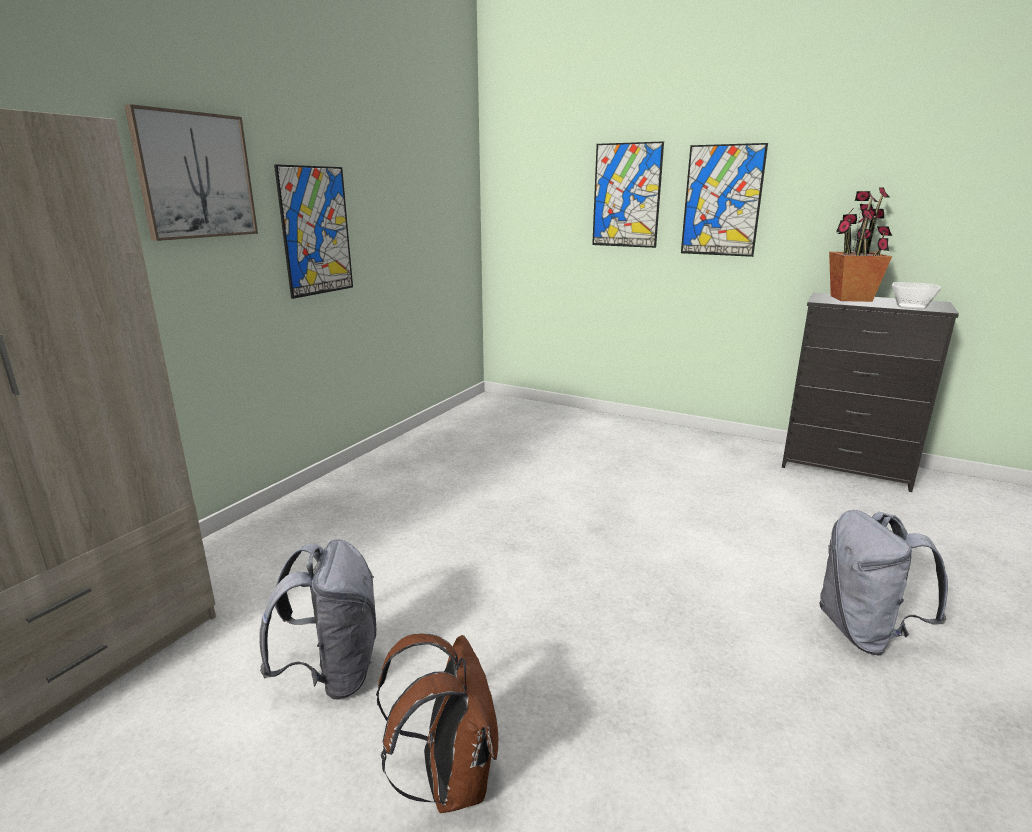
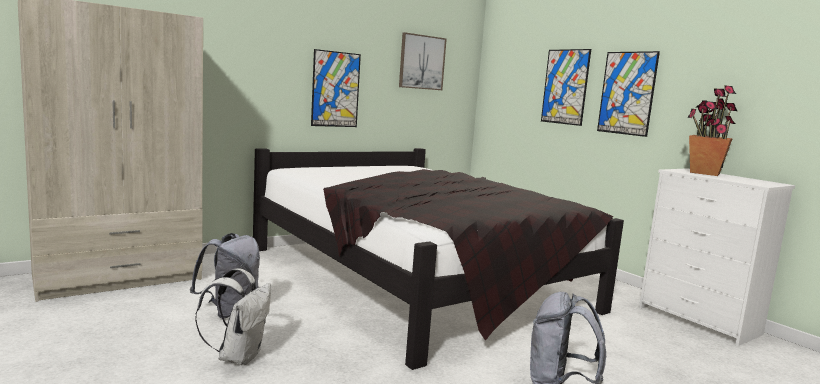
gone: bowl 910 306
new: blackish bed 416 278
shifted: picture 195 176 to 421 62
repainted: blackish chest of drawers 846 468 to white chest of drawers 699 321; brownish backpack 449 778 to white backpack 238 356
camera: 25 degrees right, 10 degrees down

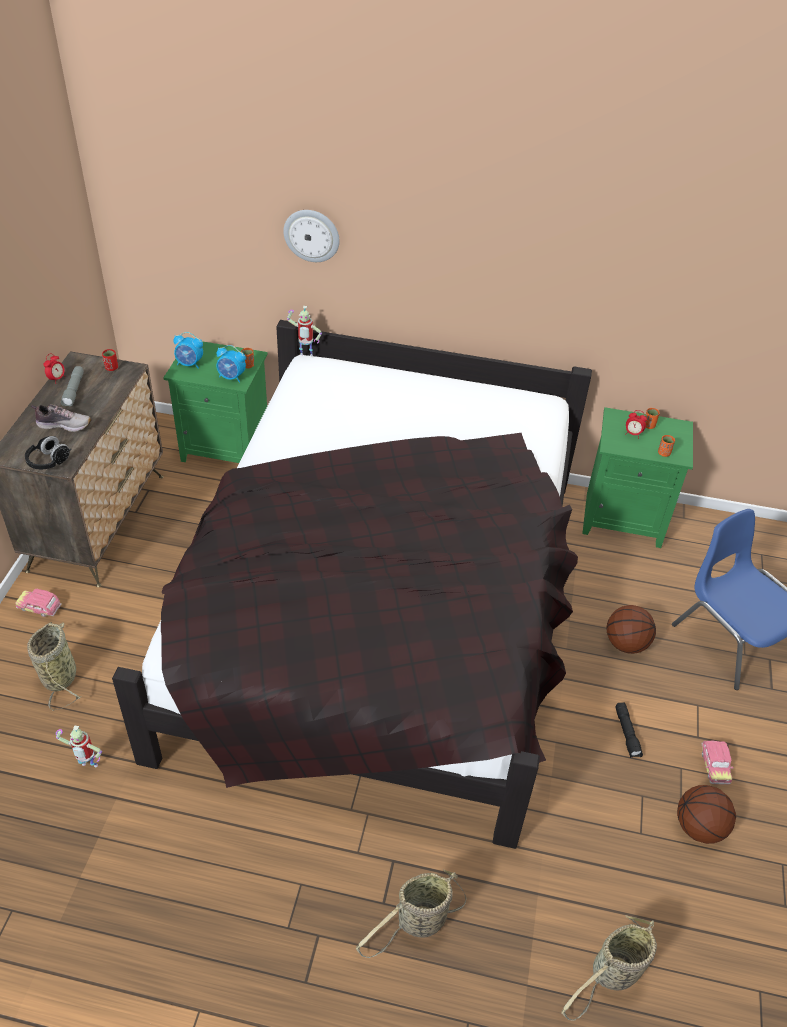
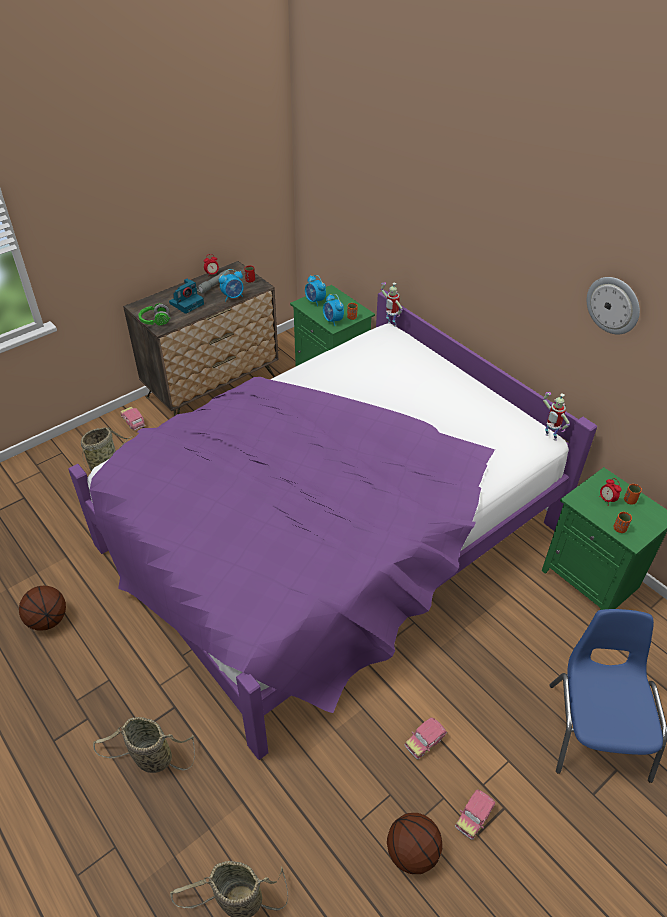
new: table clock 233 297
shifted: clock on the wall 312 235 to 613 305; ball for basketball 625 643 to 47 619; robot figure 88 767 to 549 438
swapped: item of footwear 64 424 to still camera 187 303; blackish flashlight 627 733 to miniature car 425 741
repainted: blackish bed 381 610 to purplish bed 330 538; blackish headphones 48 461 to green-coloured headphones 155 321
camera: 40 degrees right, 0 degrees up

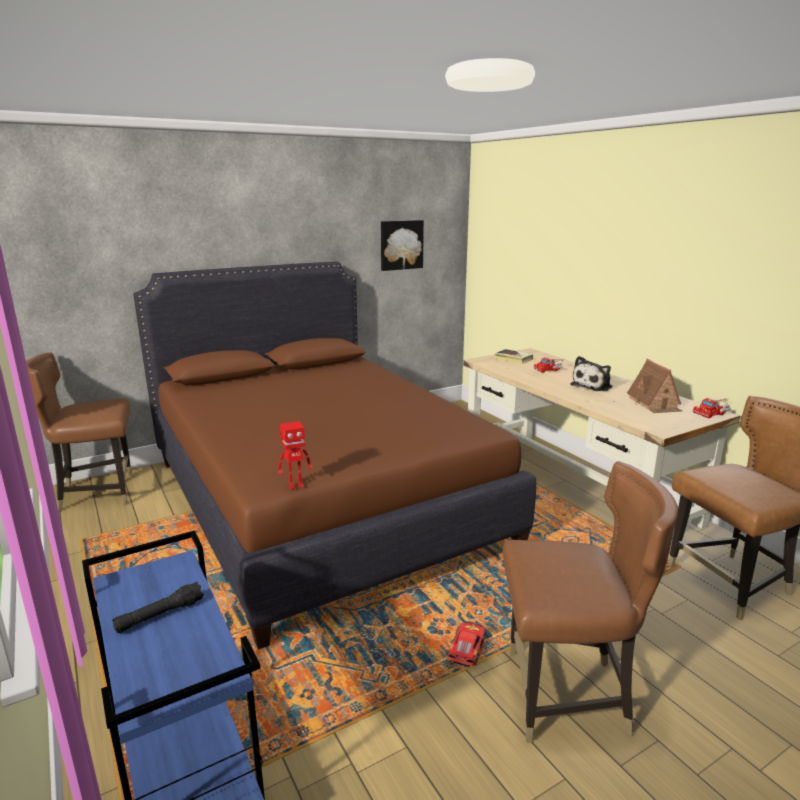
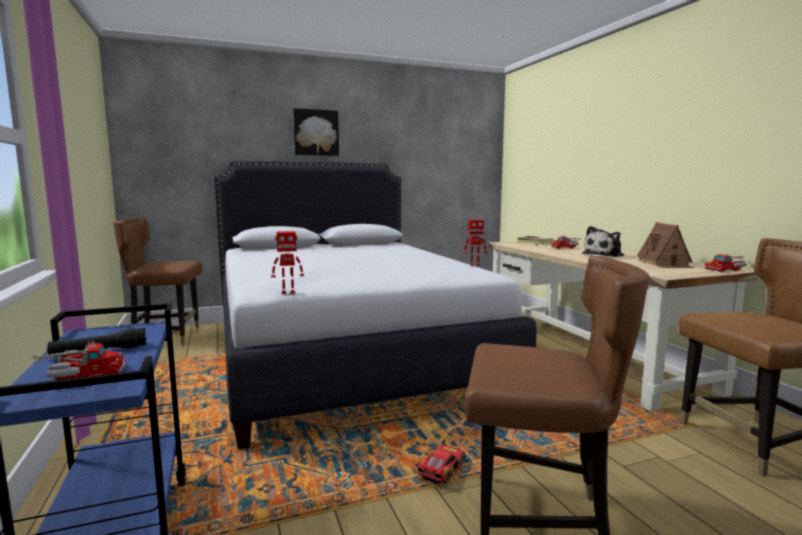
new: robot figure 474 265; toy lorry 80 376
shifted: picture 401 245 to 316 132
repainted: brownish bed 320 501 to white bed 344 353
camera: 10 degrees right, 10 degrees down

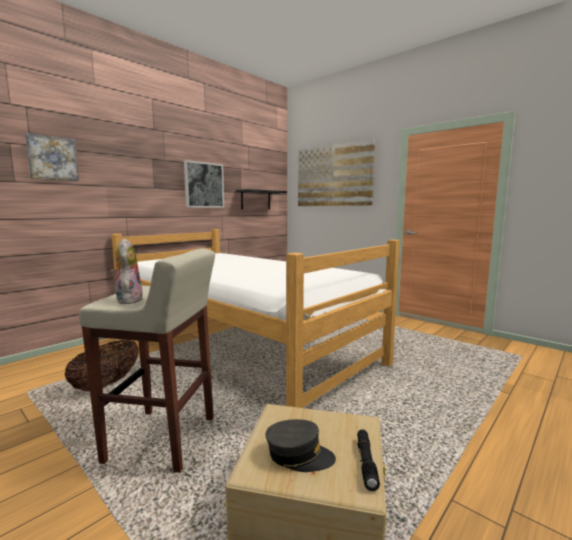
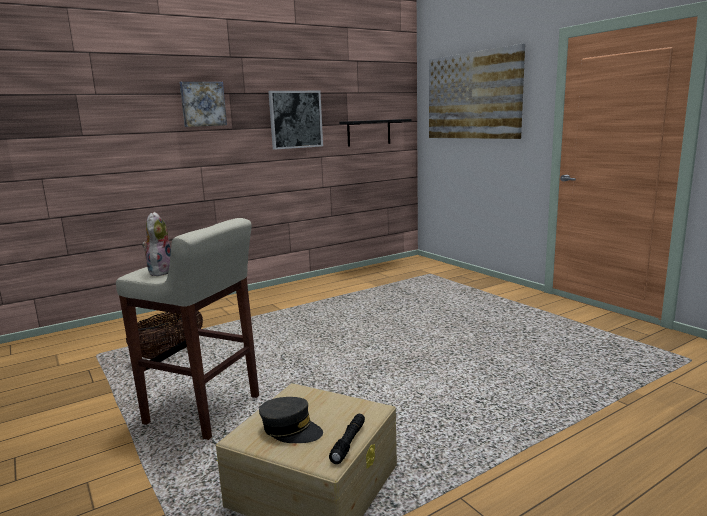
gone: bed 242 348
shifted: picture 52 158 to 203 104
camera: 15 degrees right, 5 degrees up

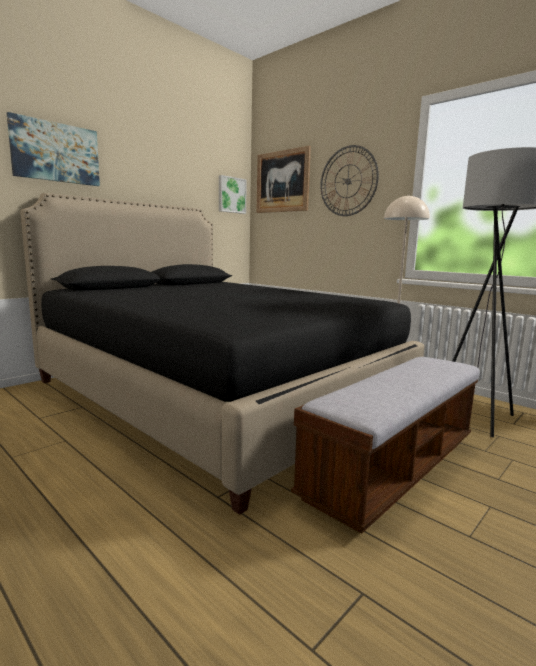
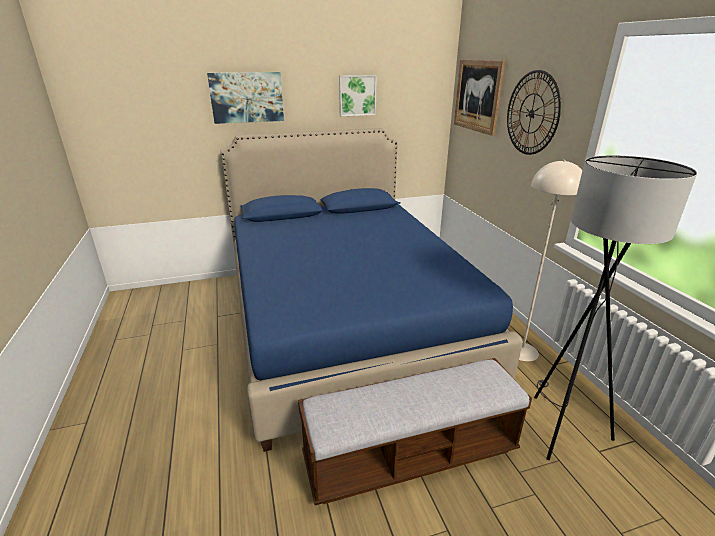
shifted: picture 231 195 to 357 95
repainted: blackish bed 215 394 to blue bed 345 322
camera: 30 degrees right, 15 degrees up

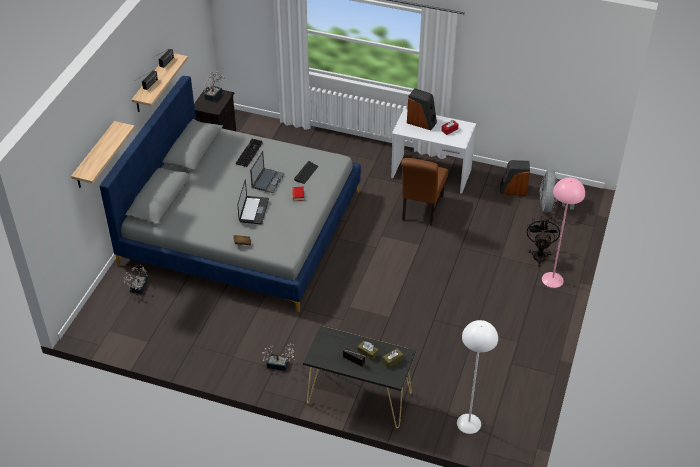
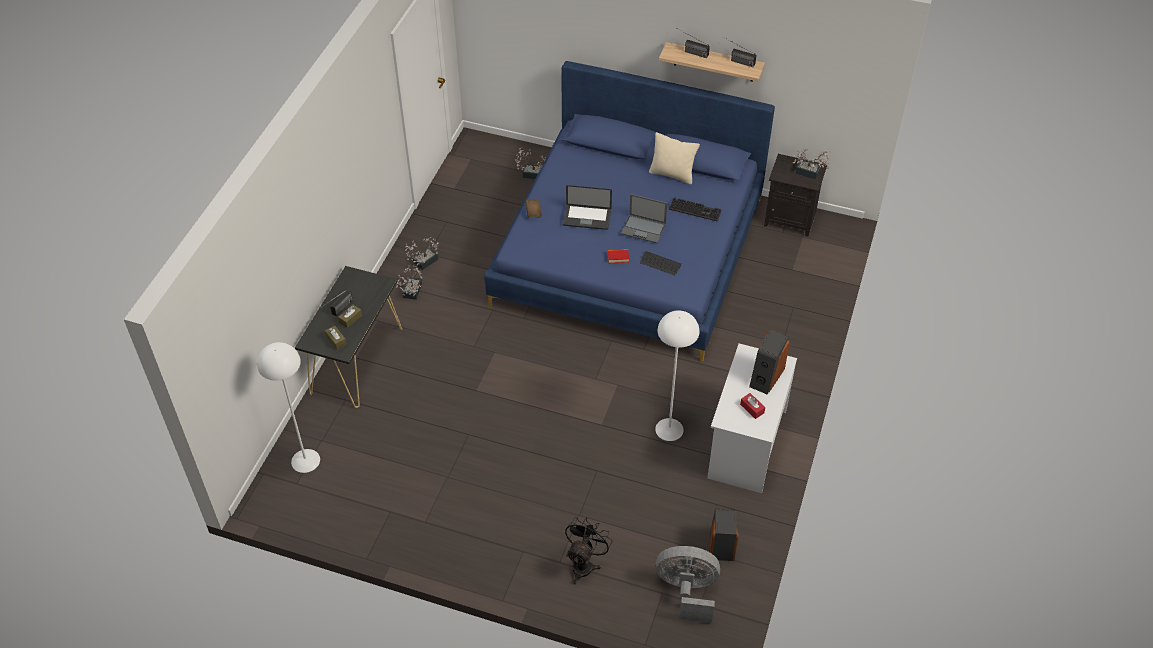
gone: wall shelf 95 156; pink-coloured standing lamp 552 280
new: beige pillow 672 174; houseplant 423 262
swapped: brownish upright chair 421 210 to white standing lamp 669 429
repainted: greyish bed 242 227 to blue bed 629 251
rotated: blackish fan 539 254 = 584 564 75 degrees counterclockwise
camera: 90 degrees right, 5 degrees up

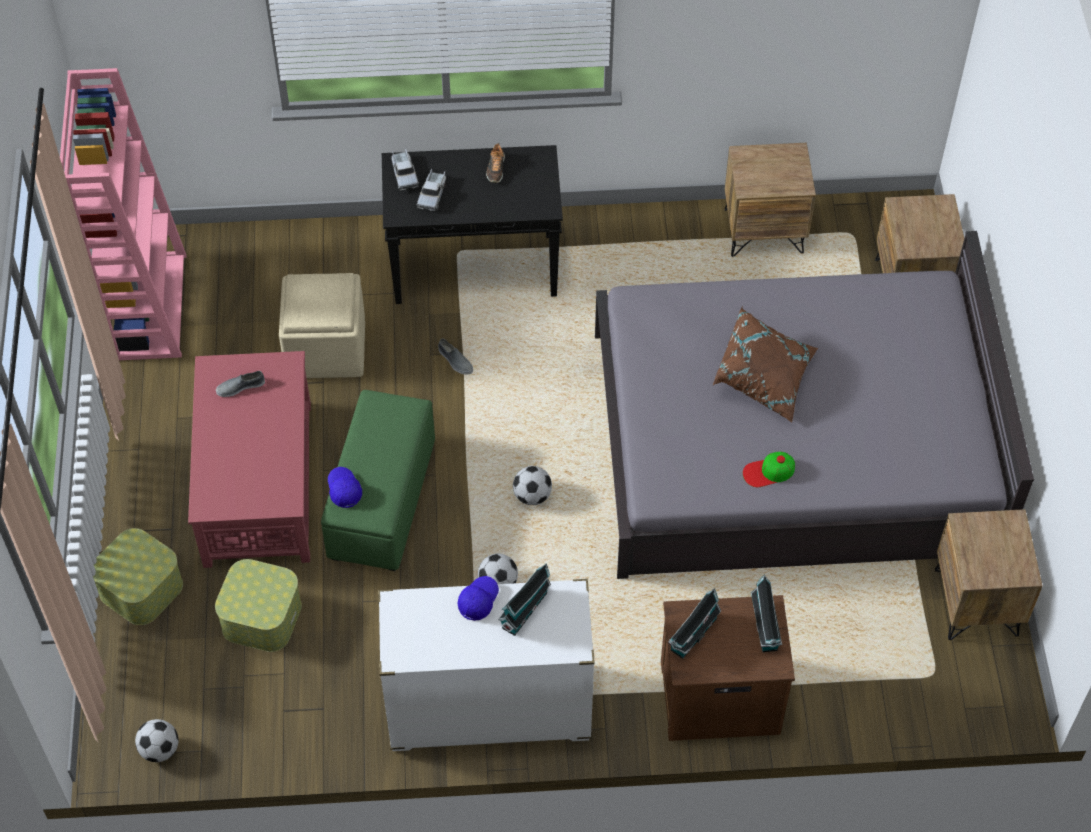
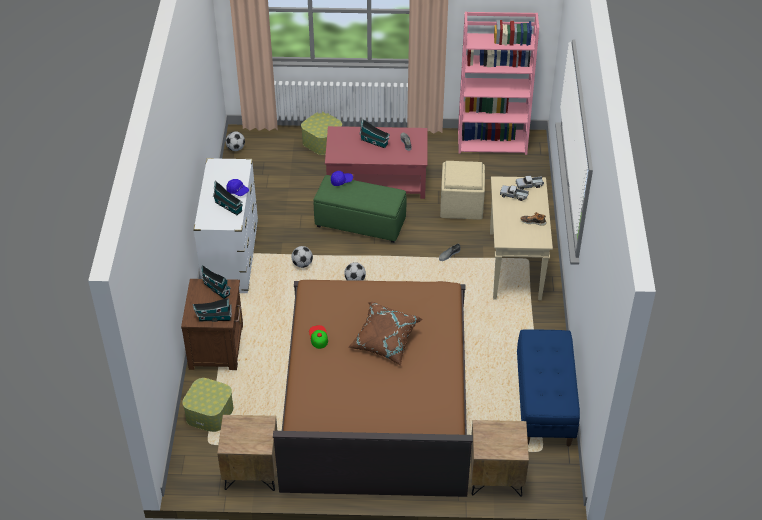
new: miniature house 375 142
shifted: storage box 261 617 to 209 413
swapped: brownish nightstand 763 230 to blue indoor bench 544 403
repainted: blackish narrow table 476 268 to beige narrow table 515 266; greyish bed 793 444 to brownish bed 376 398
camera: 95 degrees right, 10 degrees down

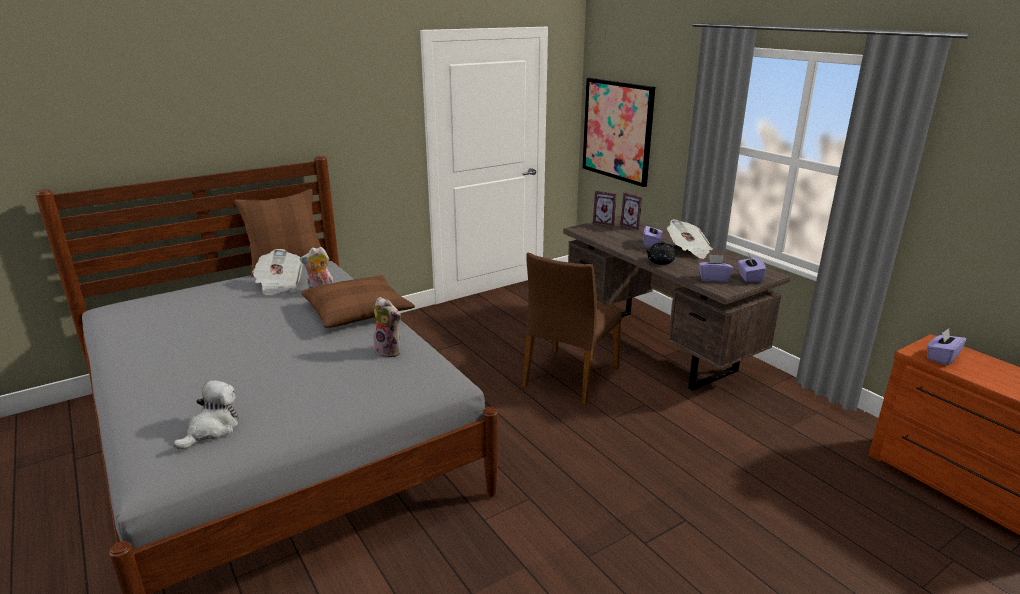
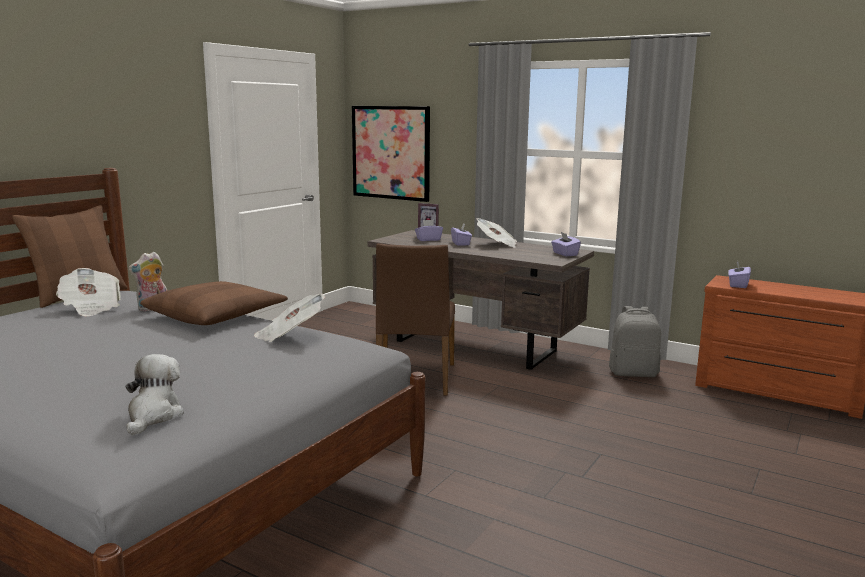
gone: standing frame 605 223; blackish pot for tea 660 261
new: greyish backpack 633 373
shifted: purplish tissue holder 713 278 to 428 239
swapped: cuddly toy 390 351 to newspaper 289 336
camera: 25 degrees left, 10 degrees down

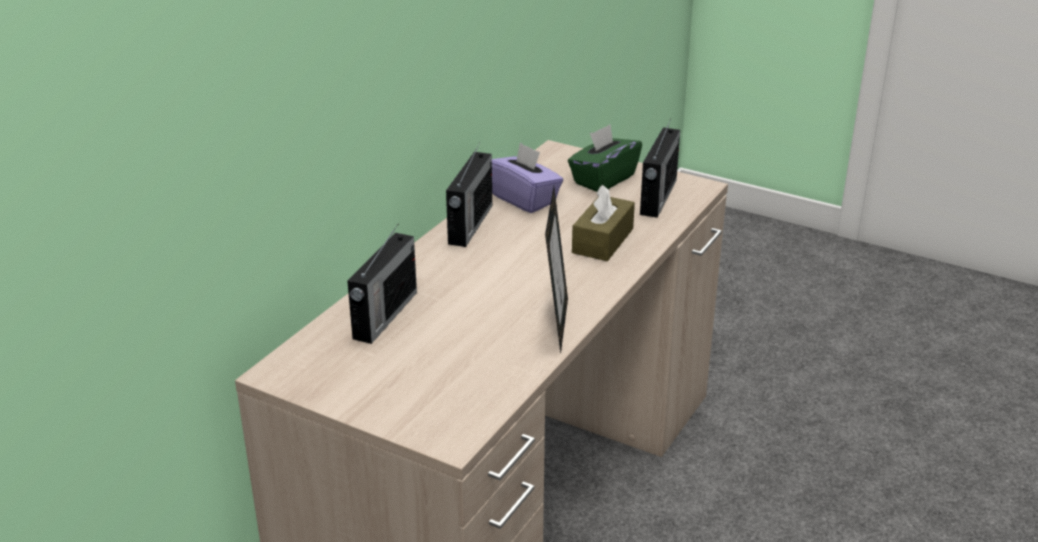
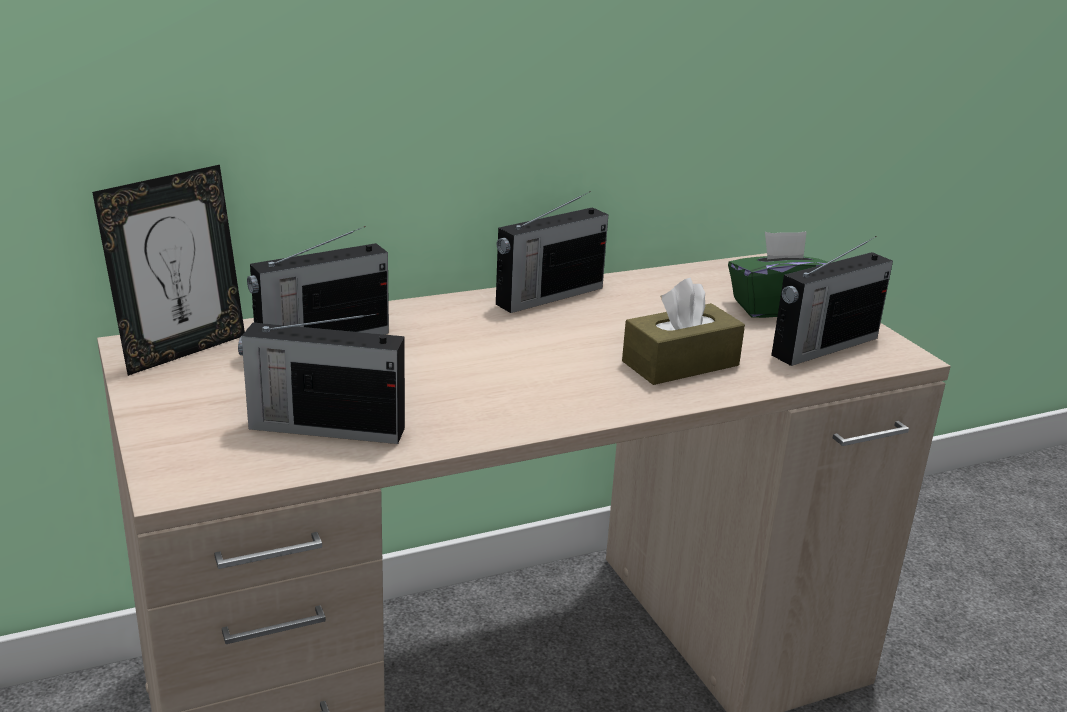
gone: purplish tissue holder 524 199
new: radio receiver 324 427
shifted: standing frame 556 324 to 182 351
camera: 35 degrees right, 5 degrees down

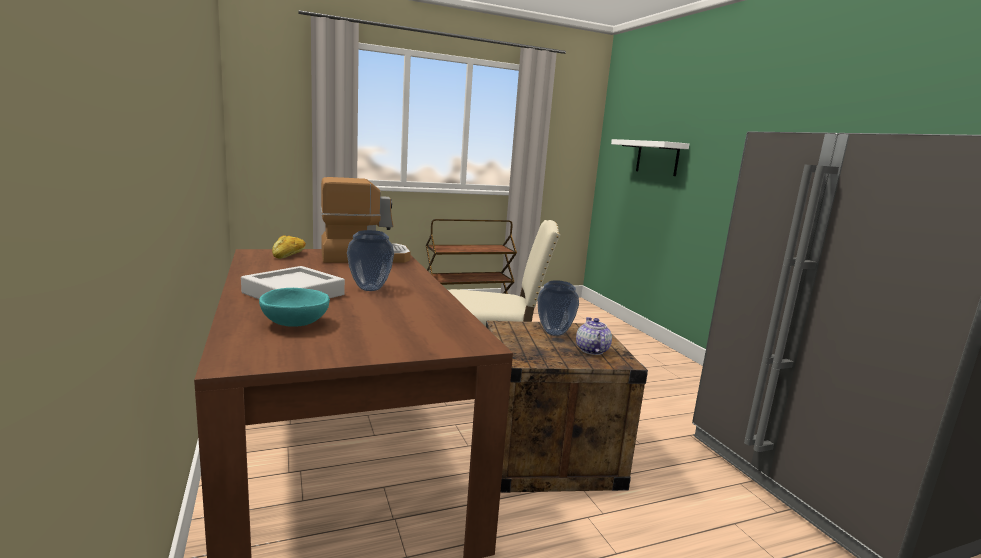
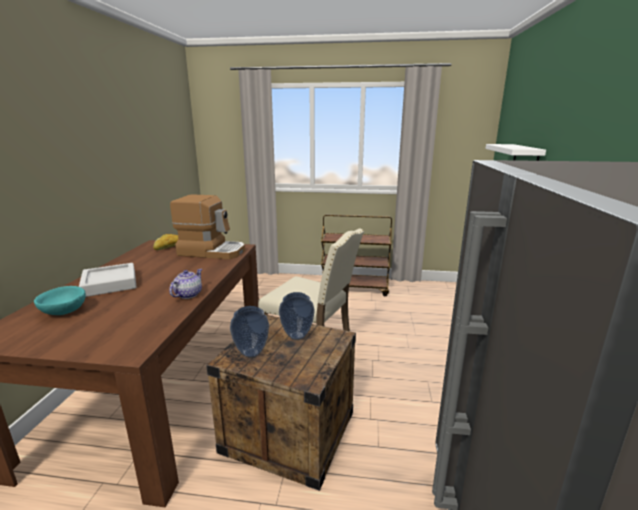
shifted: vase 369 289 to 251 353; pot for tea 591 350 to 188 295
camera: 30 degrees right, 5 degrees up

